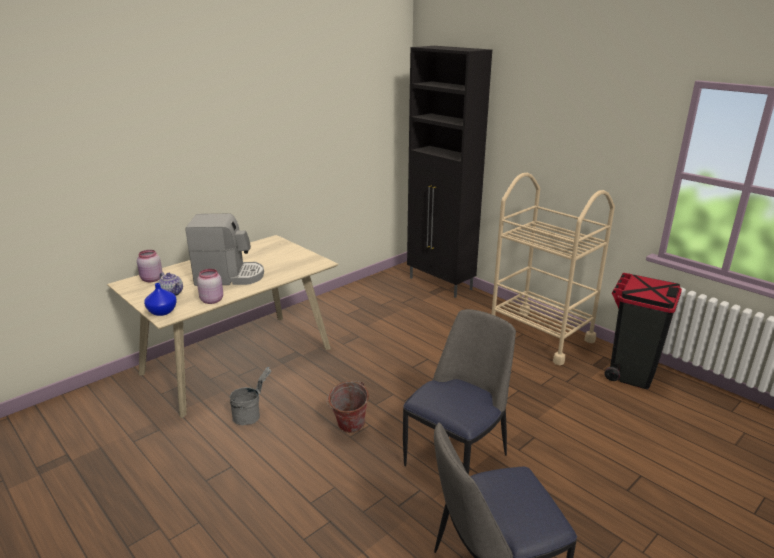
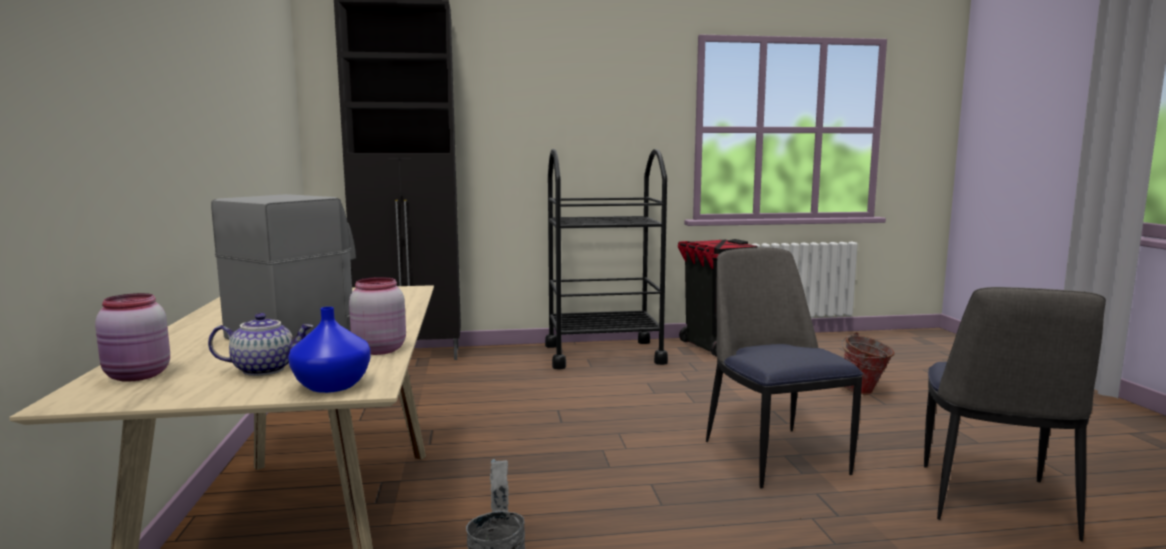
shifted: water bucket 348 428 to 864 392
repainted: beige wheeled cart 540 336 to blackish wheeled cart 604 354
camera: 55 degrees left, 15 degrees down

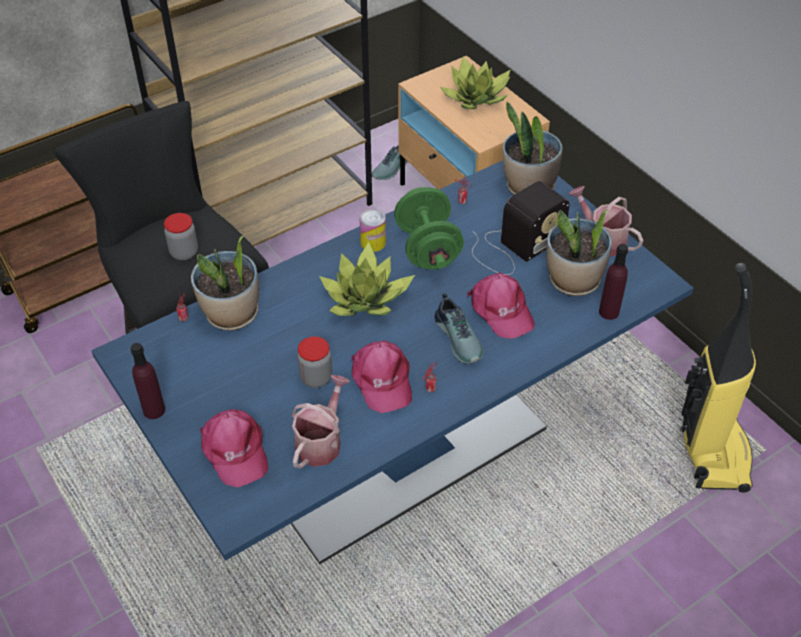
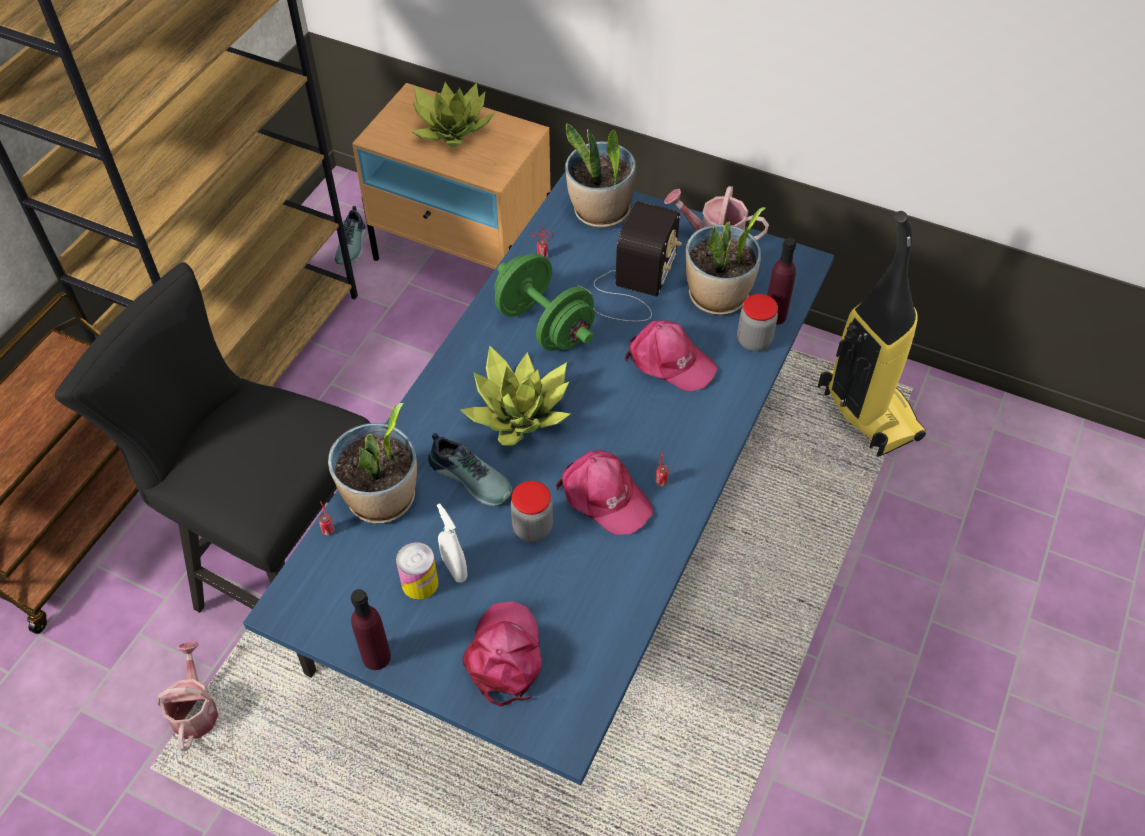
new: white hand sprayer 454 568
shifted: can 373 242 to 420 583; jar 184 252 to 754 341; item of footwear 460 337 to 472 476; watering can 321 441 to 195 710
rotated: pink-coloured baseball cap 234 451 = 505 656 120 degrees counterclockwise
camera: 30 degrees left, 5 degrees up

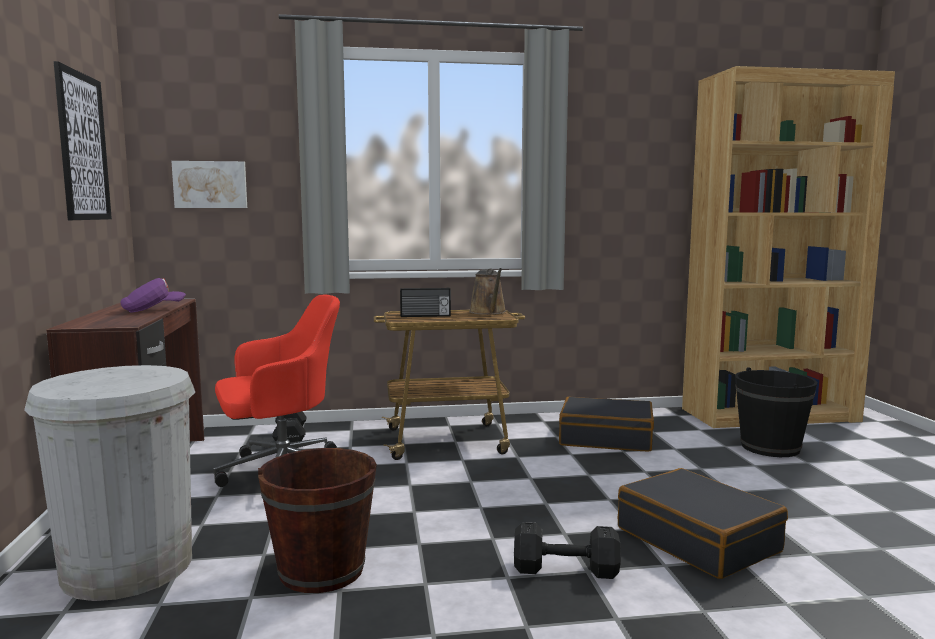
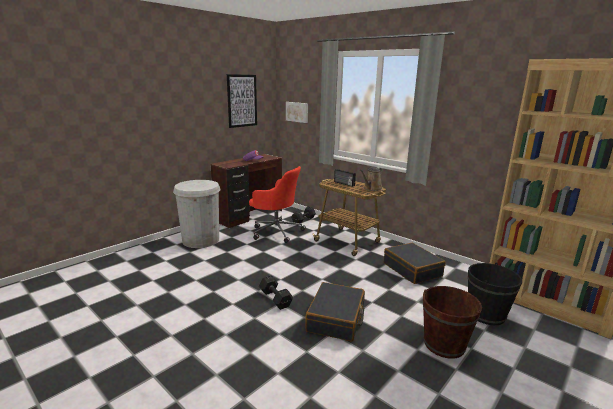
shifted: brownish water bucket 321 570 to 444 344
camera: 50 degrees right, 10 degrees up

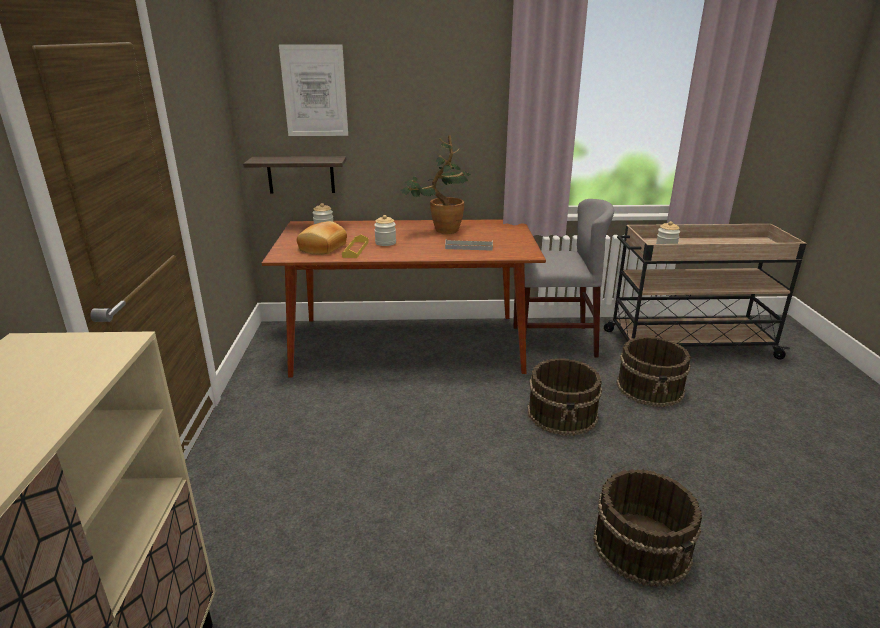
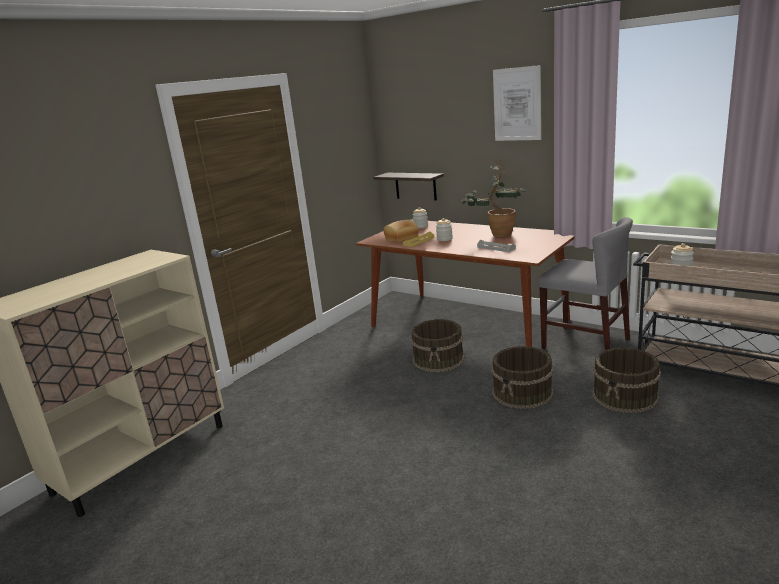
shifted: picture 314 91 to 517 104; brownish water bucket 642 546 to 439 359
camera: 40 degrees right, 5 degrees down

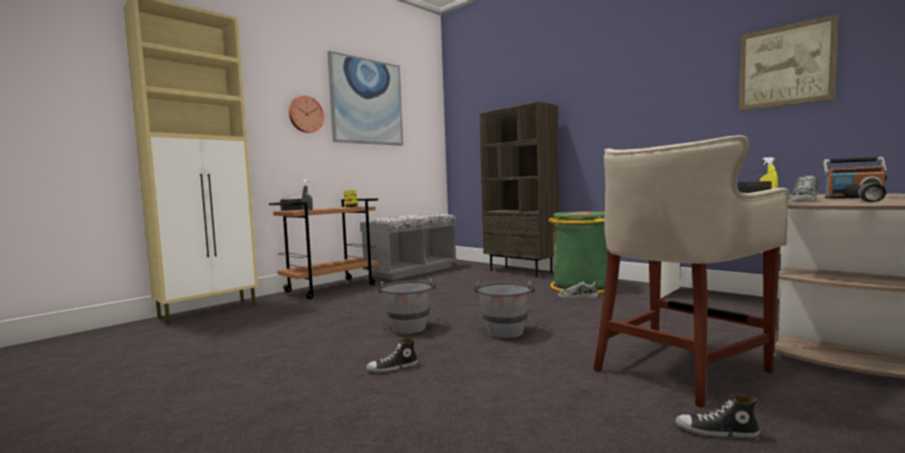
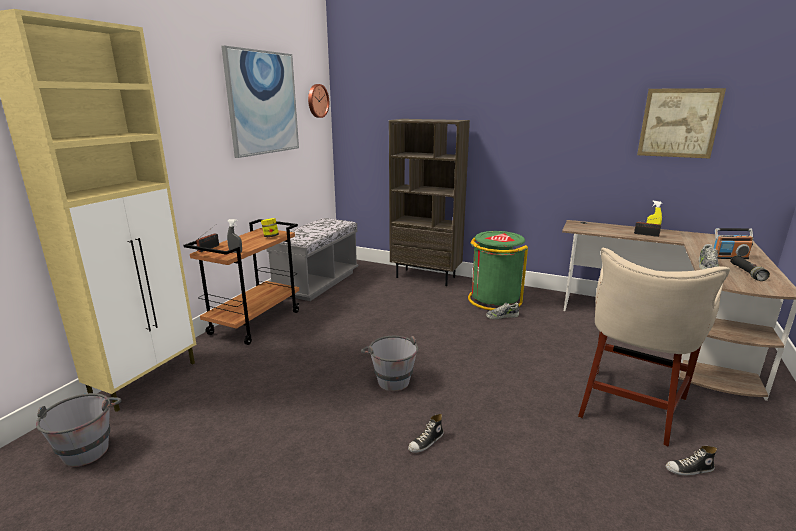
shifted: clock on the wall 305 114 to 317 101; greyish water bucket 505 330 to 89 446
camera: 20 degrees left, 15 degrees up

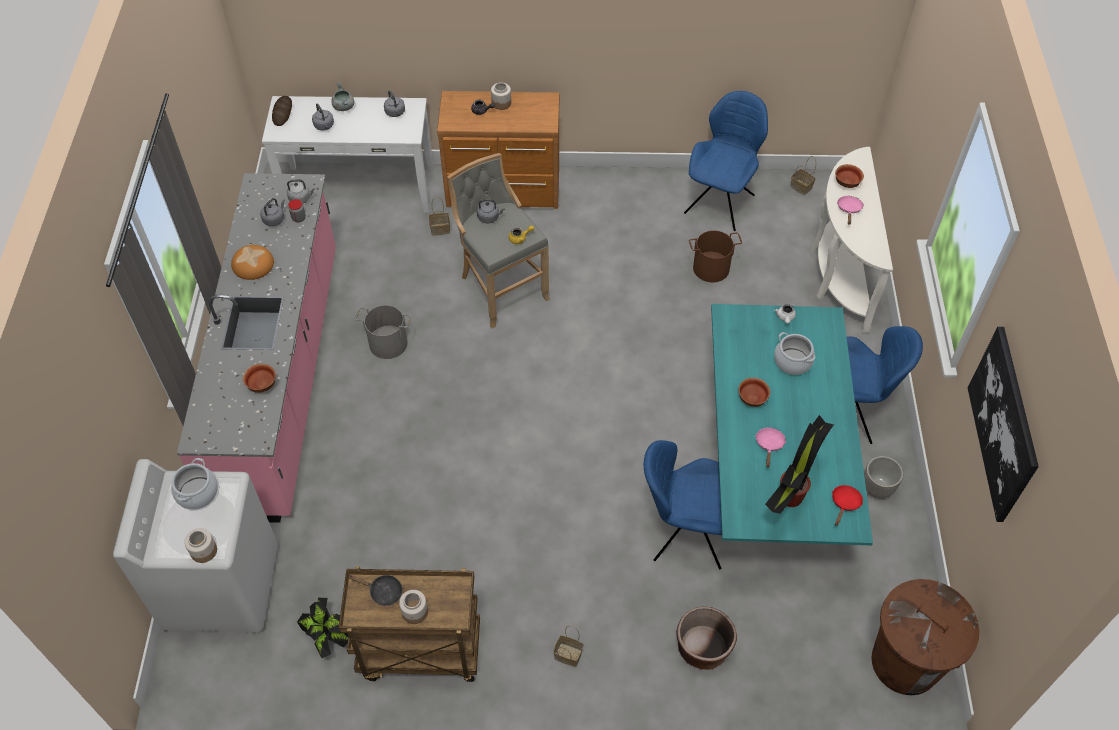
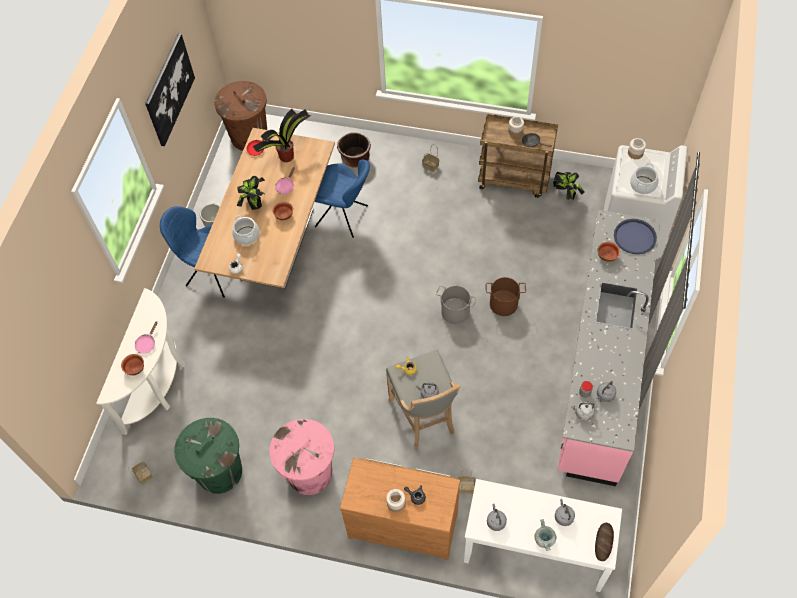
gone: bread 253 264
new: houseplant 254 202; blue carrying tray 635 237; pink-coloured rubbish bin 309 473
shifted: brownish water bucket 711 268 to 503 304; greyish water bucket 388 343 to 455 312
swapped: blue upright chair 720 202 to green-coloured rubbish bin 219 471
repainted: turquoise-coloured dinner table 770 473 to beige dinner table 277 244
camera: 165 degrees left, 5 degrees up

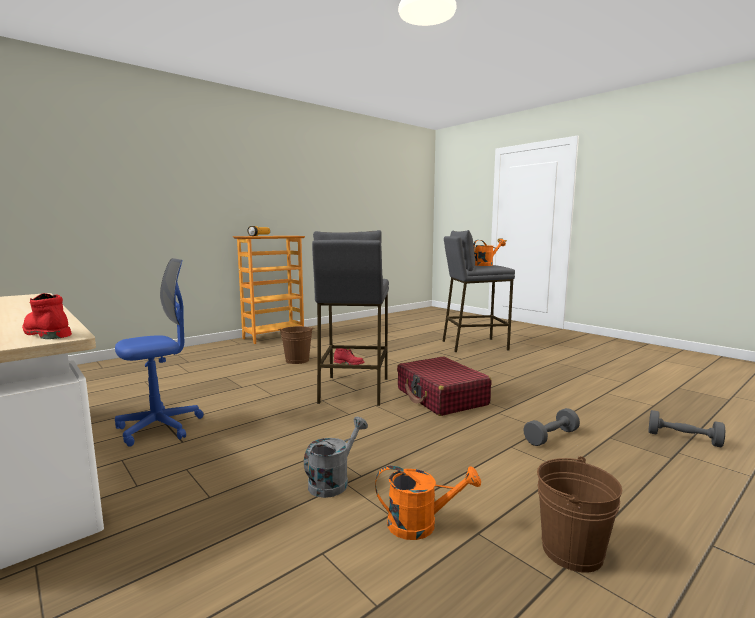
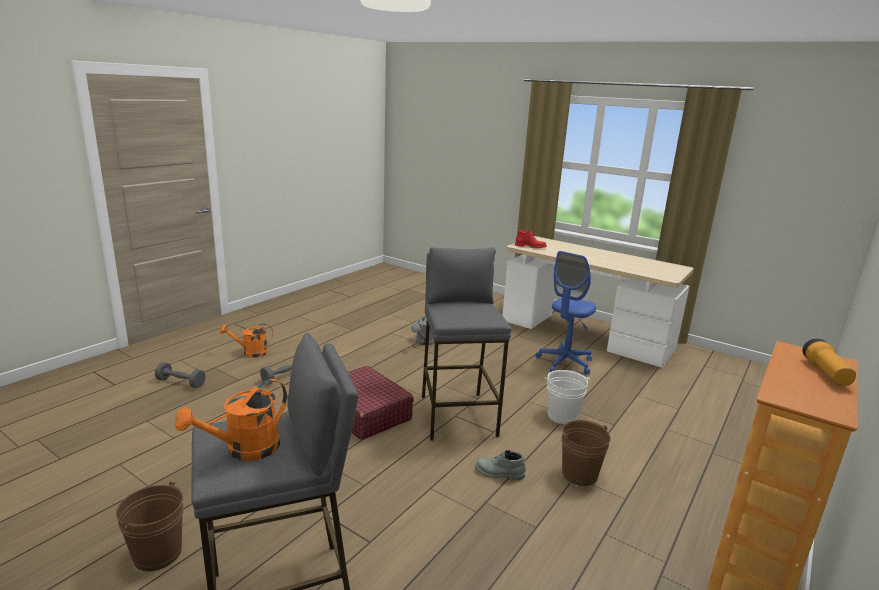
new: white water bucket 562 416
shifted: brownish water bucket 572 551 to 157 554; orange watering can 421 524 to 250 353
repainted: red tall boot 349 363 to greyish tall boot 499 473
camera: 165 degrees right, 10 degrees up

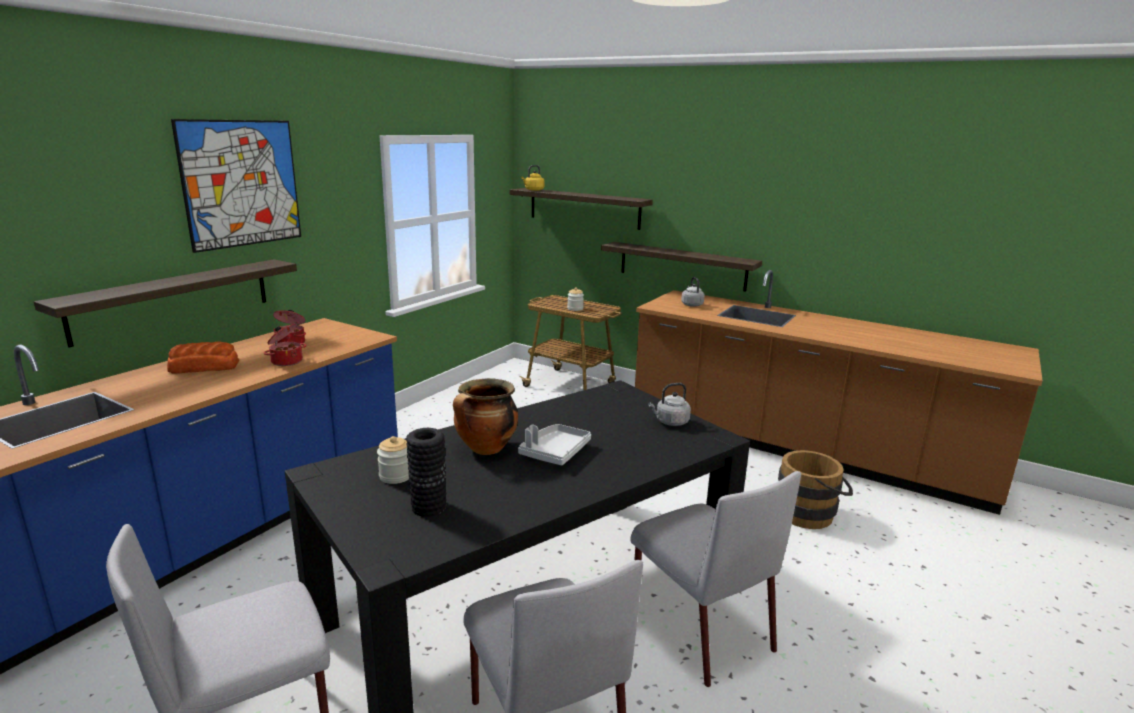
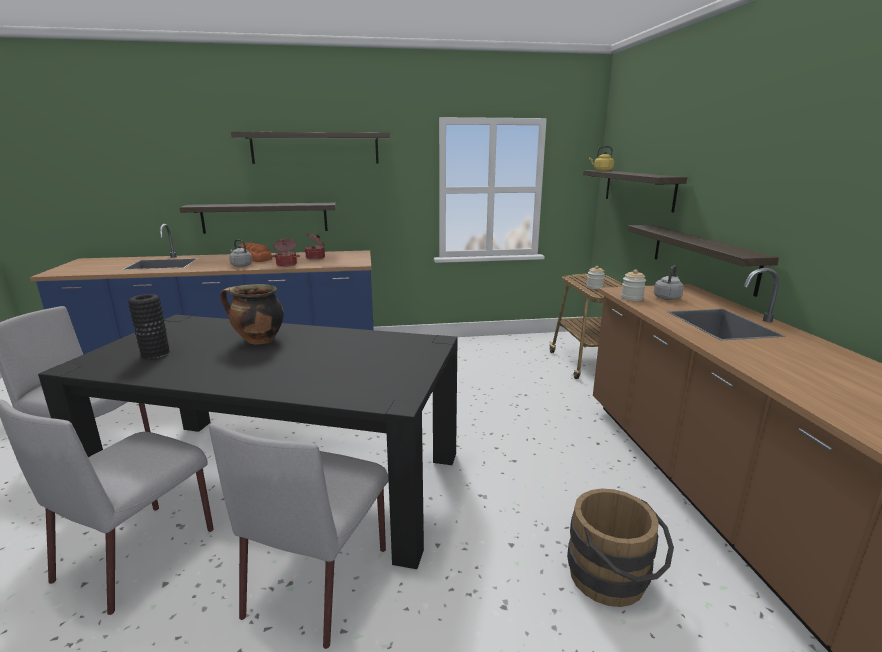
gone: greyish carrying tray 555 452
shifted: greyish tea kettle 670 422 to 241 265; jar 395 476 to 632 298
swapped: picture 242 183 to wall shelf 315 148
camera: 50 degrees right, 0 degrees up

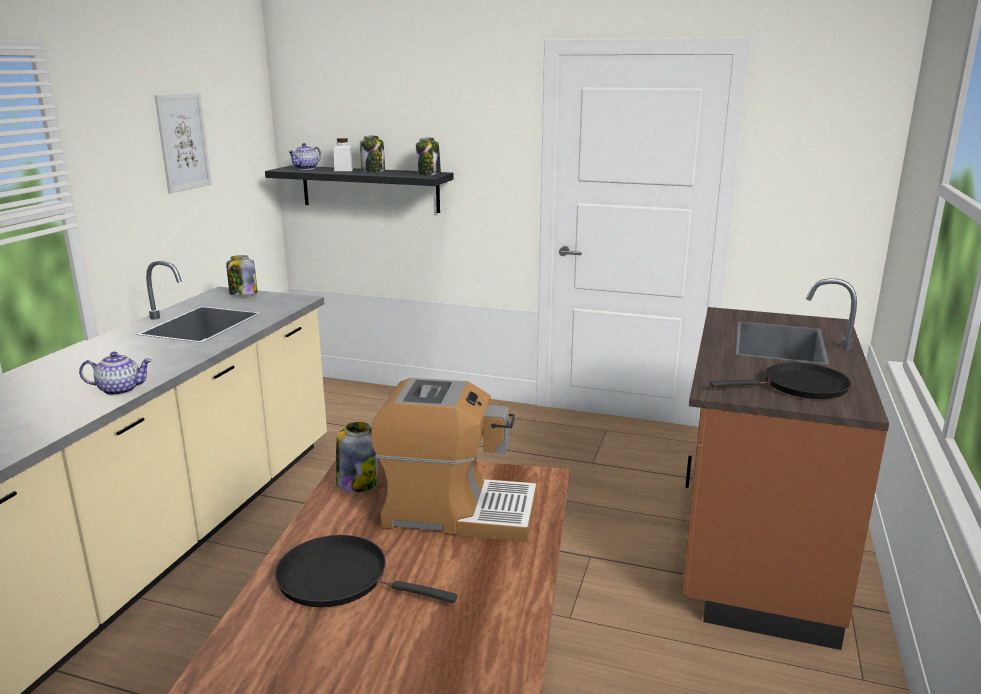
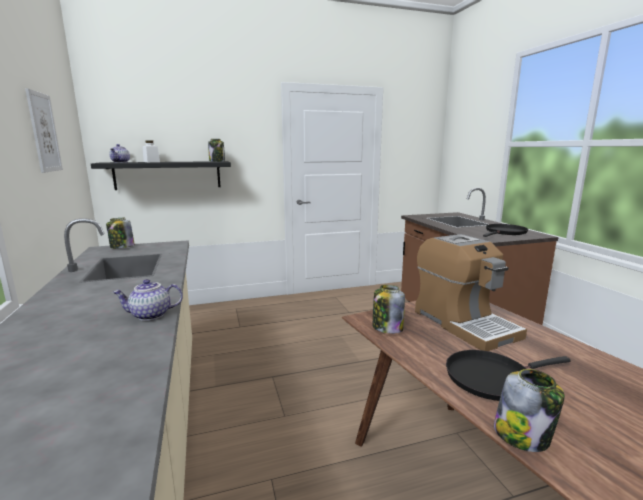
shifted: jar 373 171 to 522 435
rotated: pot for tea 120 389 = 150 315 150 degrees counterclockwise; coffee brewer 457 511 = 463 323 90 degrees clockwise
camera: 35 degrees left, 5 degrees down

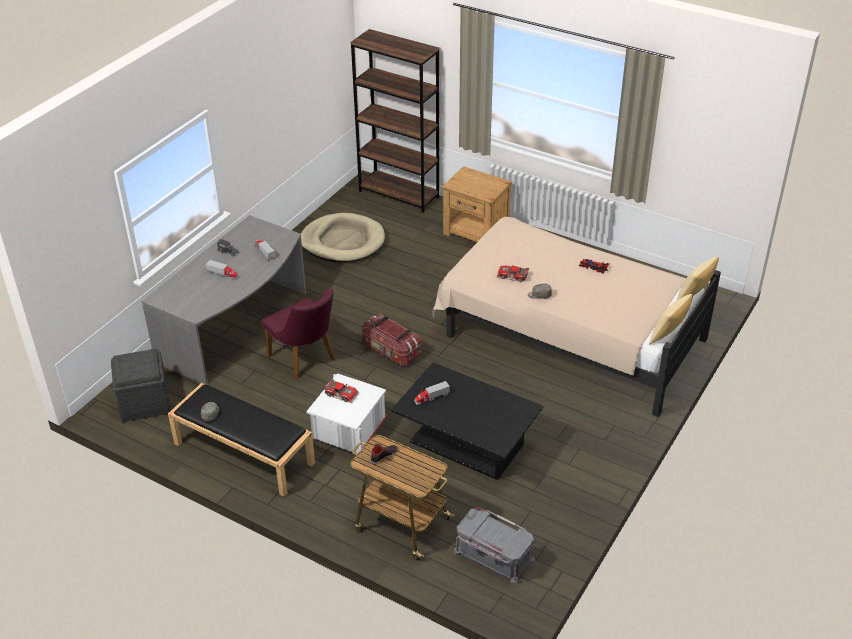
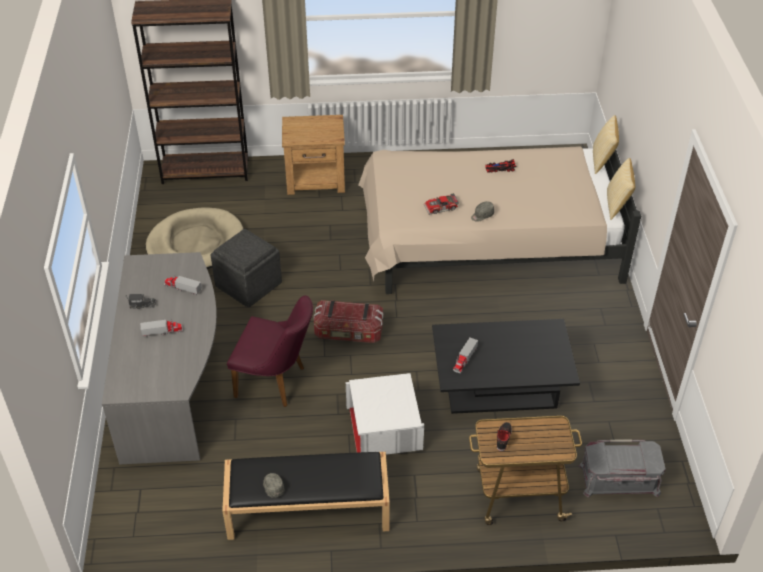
gone: miniature car 342 393
shifted: greyish ottoman 145 402 to 249 284
camera: 35 degrees left, 5 degrees up

